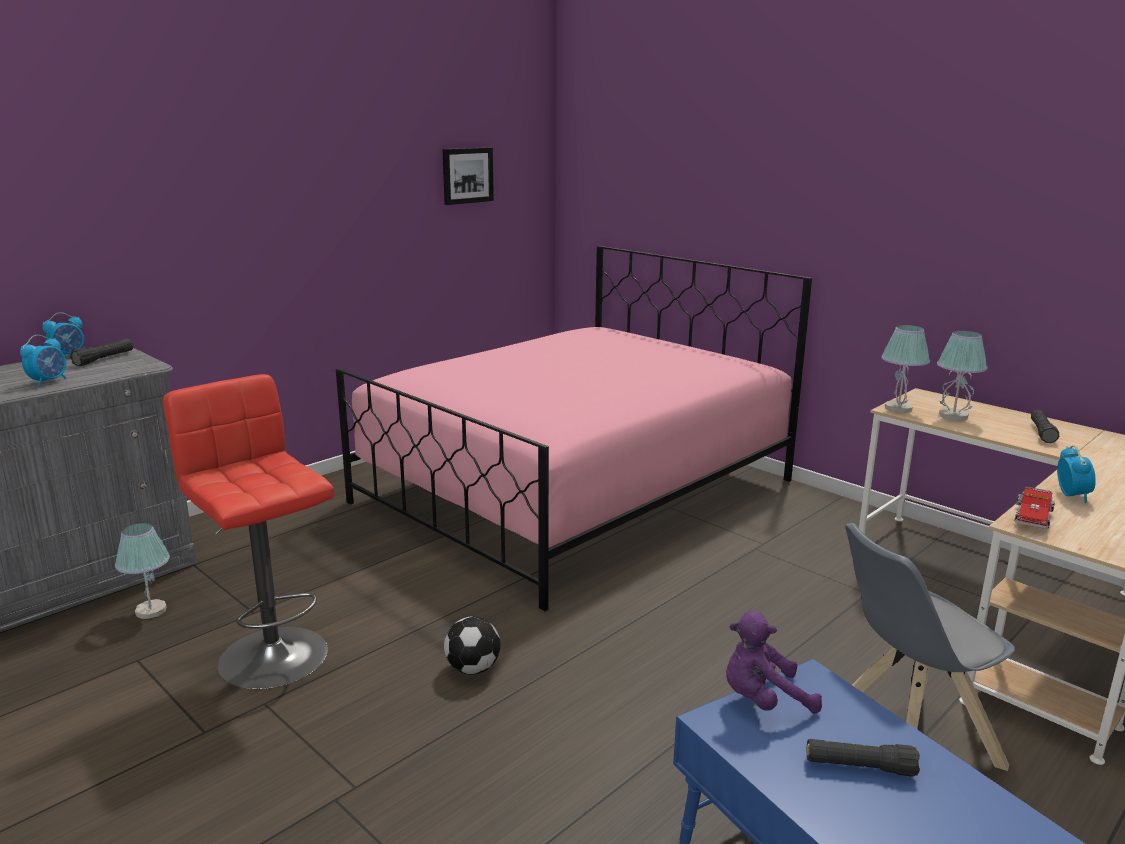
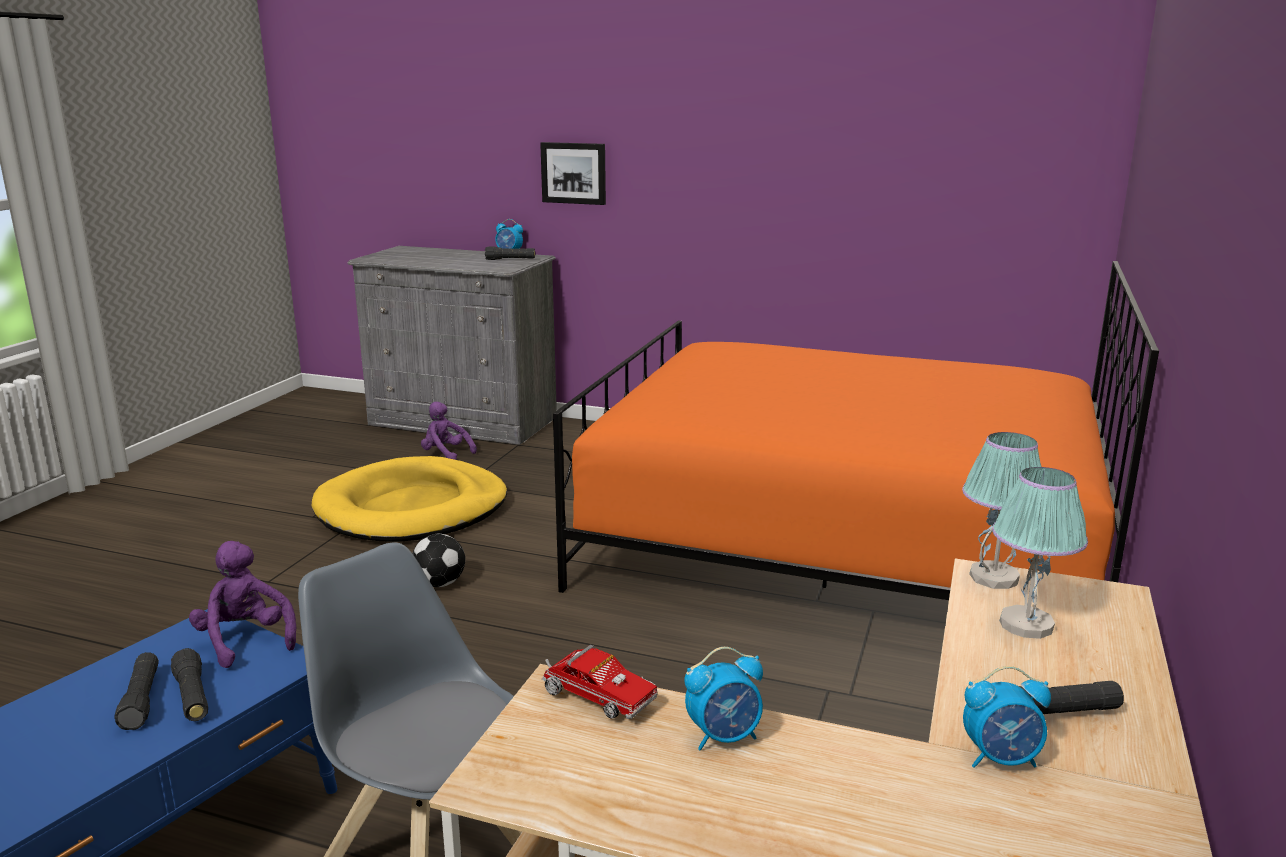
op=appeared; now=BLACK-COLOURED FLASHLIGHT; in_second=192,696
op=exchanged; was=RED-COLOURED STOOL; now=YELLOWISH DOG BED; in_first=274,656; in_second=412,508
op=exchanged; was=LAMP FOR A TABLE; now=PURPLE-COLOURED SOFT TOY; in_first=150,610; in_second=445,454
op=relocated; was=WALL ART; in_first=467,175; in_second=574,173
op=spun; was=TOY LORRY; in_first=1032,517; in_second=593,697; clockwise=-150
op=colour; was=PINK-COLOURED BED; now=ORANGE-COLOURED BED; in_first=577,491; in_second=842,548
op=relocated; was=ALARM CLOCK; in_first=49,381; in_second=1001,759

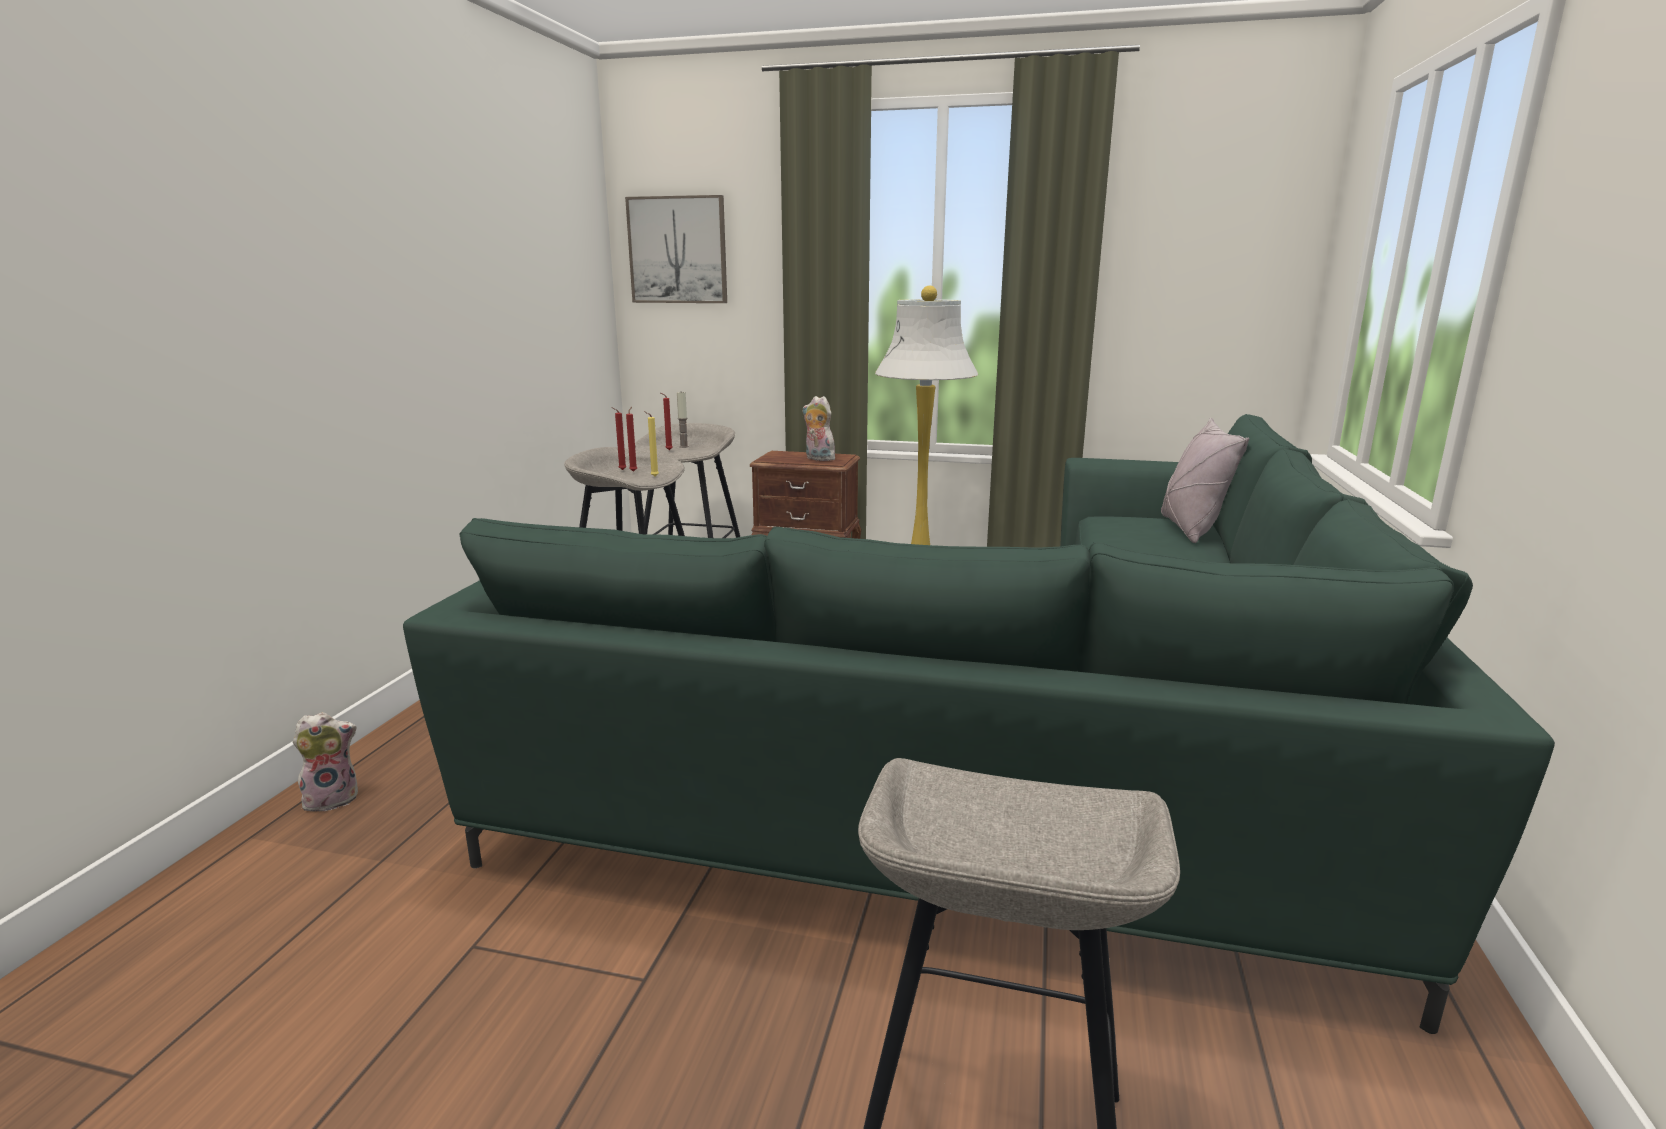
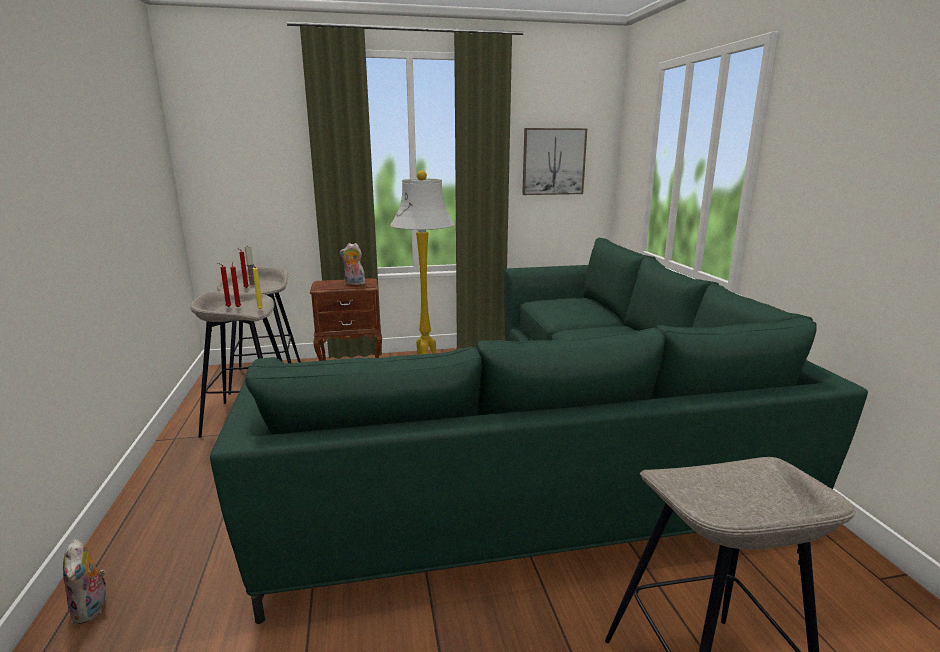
op=spun; was=SOFT TOY; in_first=333,799; in_second=92,609; clockwise=120
op=relocated; was=WALL ART; in_first=678,250; in_second=553,161
op=missing; was=PURPLE-COLOURED CUSHION; in_first=1191,529

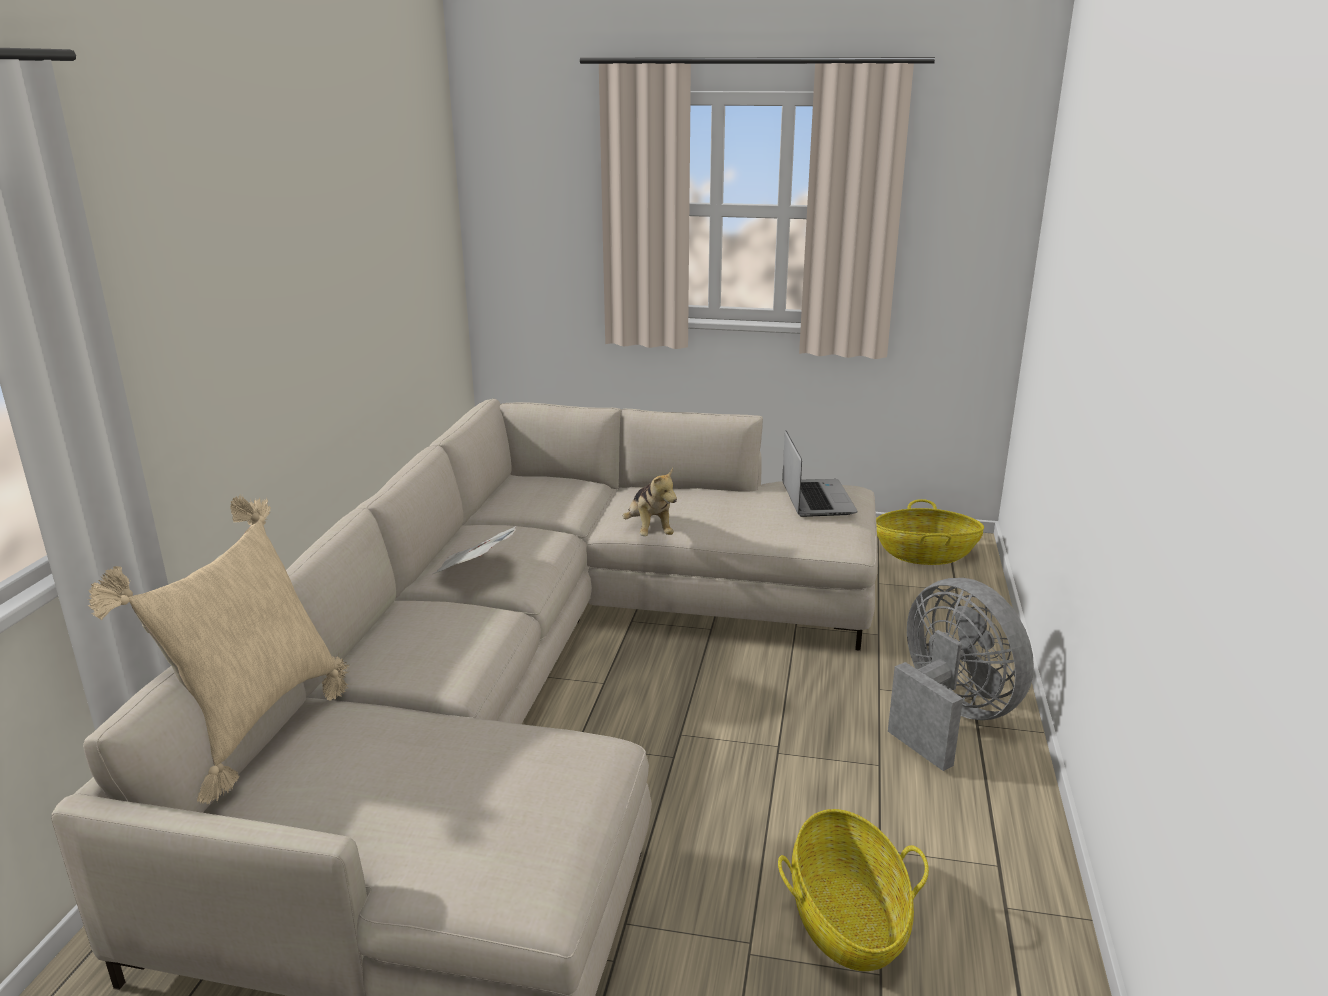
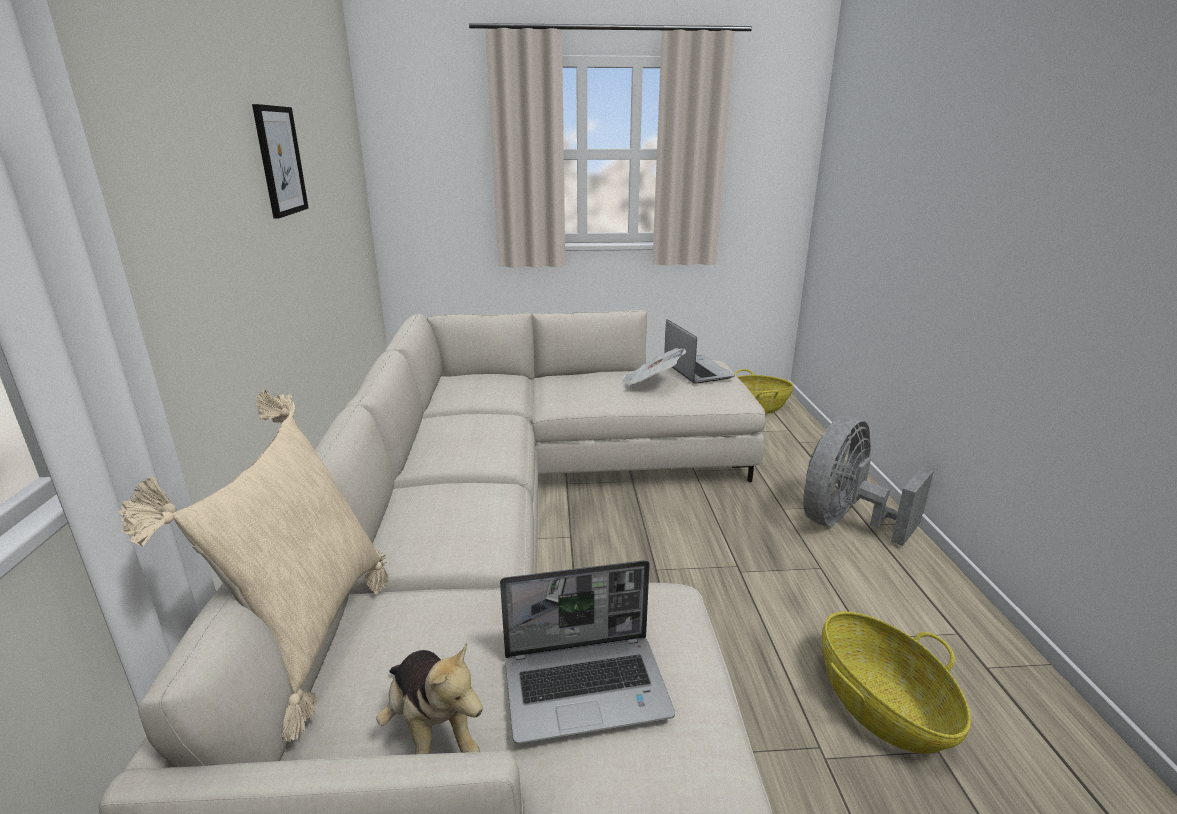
op=appeared; now=WALL ART; in_second=280,161
op=relocated; was=SOFT TOY; in_first=649,531; in_second=431,731
op=appeared; now=PORTABLE COMPUTER; in_second=587,687
op=relocated; was=DAILY PAPER; in_first=476,571; in_second=650,383
op=spun; was=GREY ELECTRIC FAN; in_first=949,717; in_second=845,522; clockwise=-90

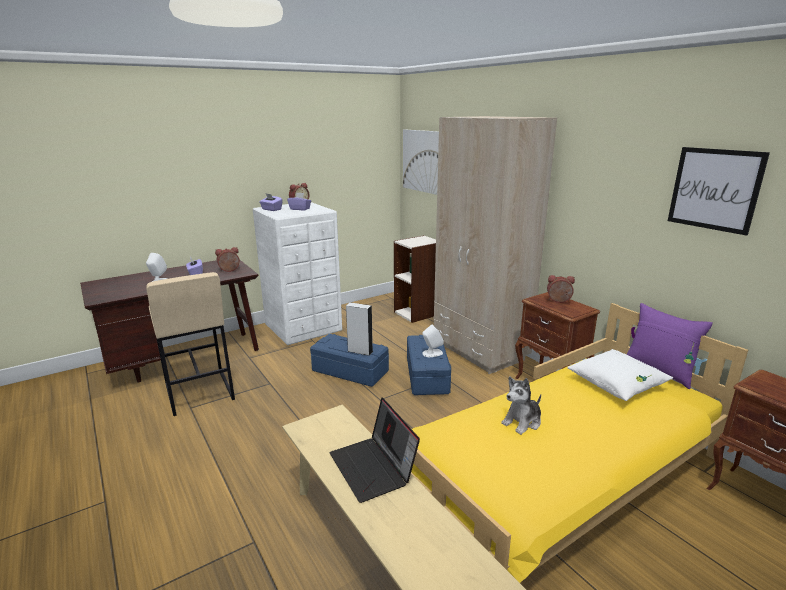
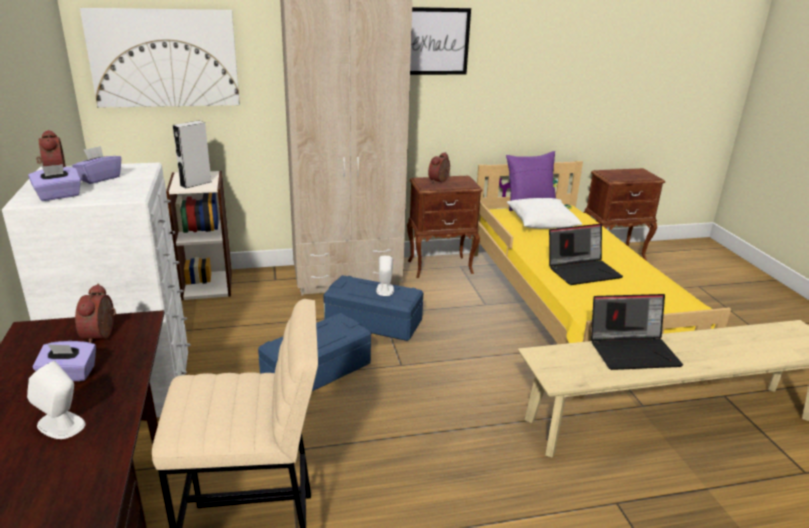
op=relocated; was=GREY AUDIO SPEAKER; in_first=360,351; in_second=196,183
op=relocated; was=WALL ART; in_first=714,189; in_second=437,41
op=exchanged; was=SOFT TOY; now=PORTABLE COMPUTER; in_first=522,422; in_second=583,271

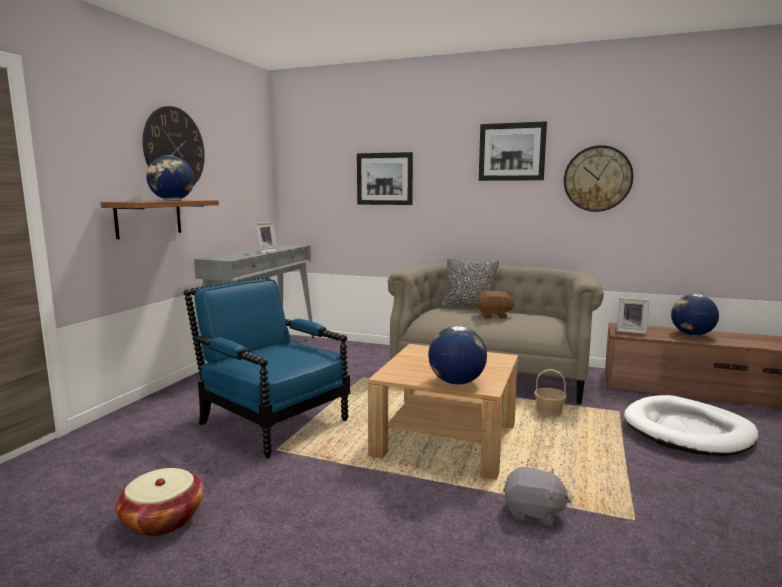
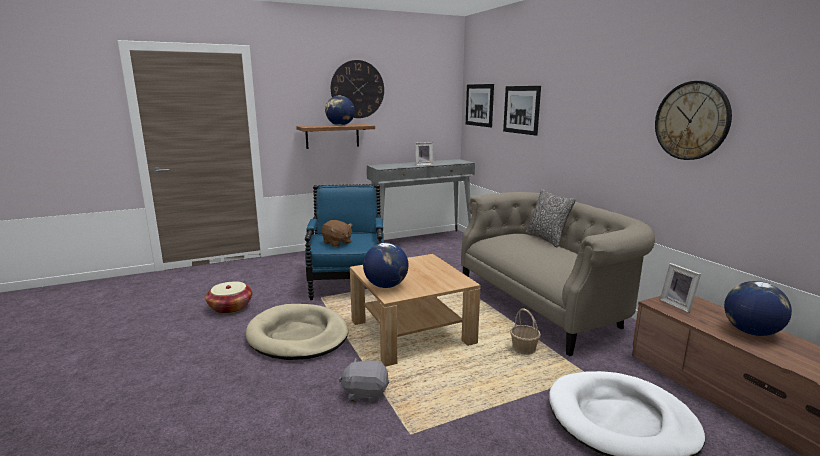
op=appeared; now=SAND-COLOURED DOG BED; in_second=298,336
op=relocated; was=BROWN-COLOURED SOFT TOY; in_first=493,316; in_second=337,243
op=spun; was=GREY SOFT TOY; in_first=533,512; in_second=365,393; clockwise=120
op=relocated; was=WALL ART; in_first=511,152; in_second=479,105

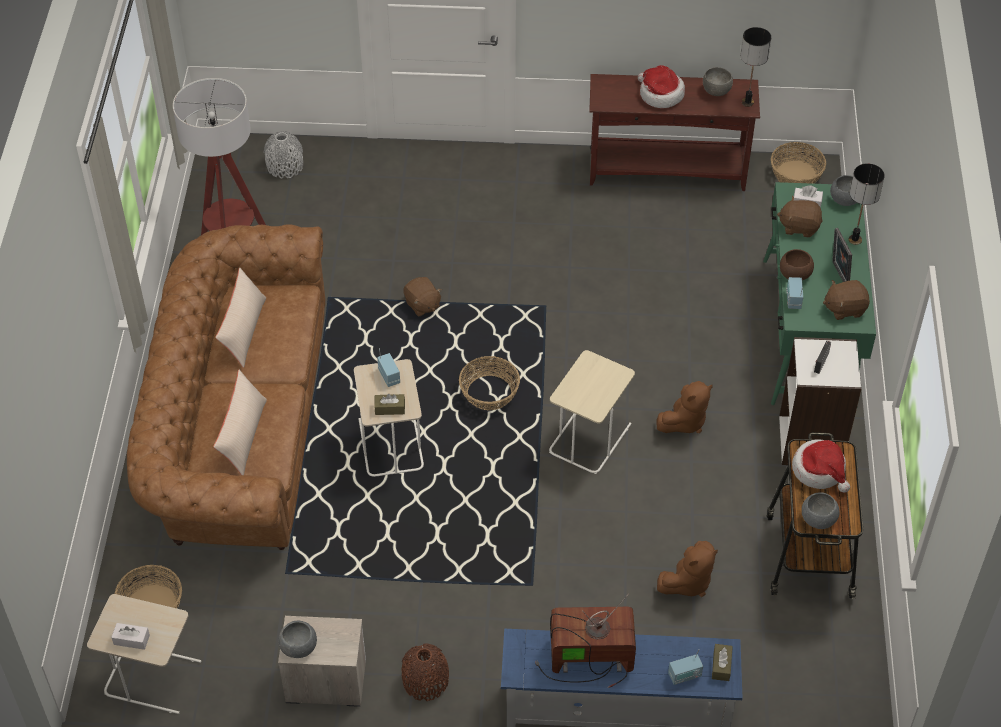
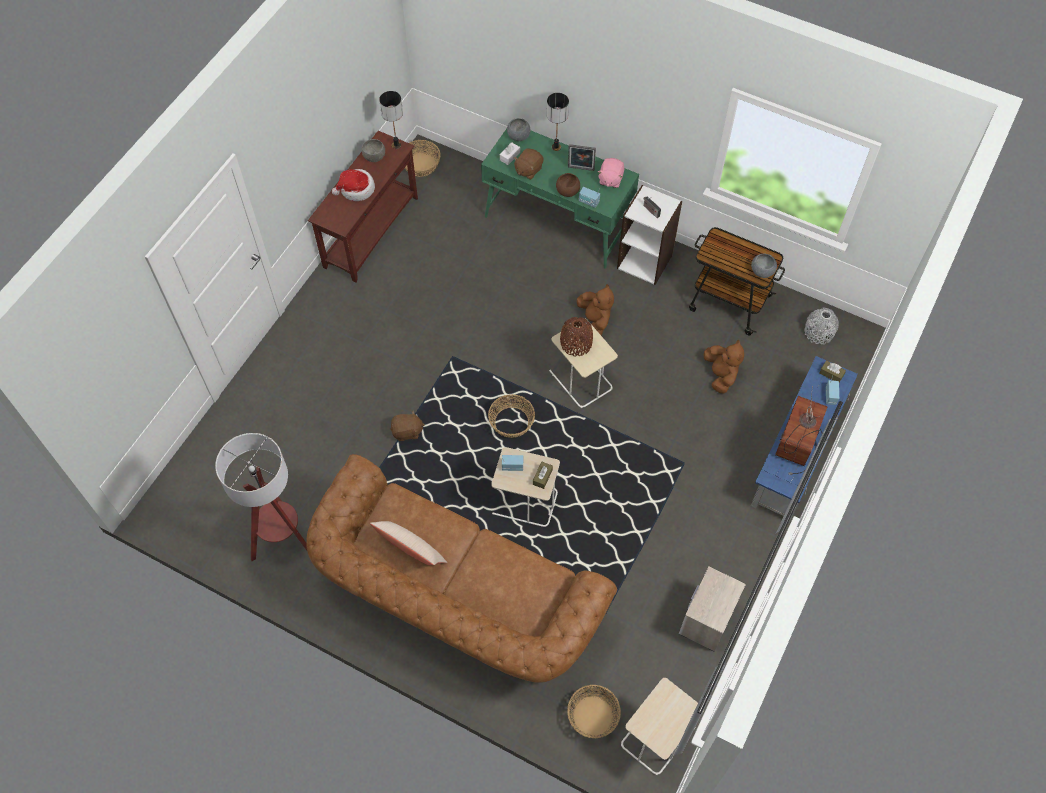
op=relocated; was=BROWN-COLOURED FLOWER VASE; in_first=425,681; in_second=576,343
op=colour; was=BROWN-COLOURED SOFT TOY; now=PINK-COLOURED SOFT TOY; in_first=844,308; in_second=610,179
op=relocated; was=GREY FLOWER VASE; in_first=285,166; in_second=818,332
op=missing; was=WHITISH TISSUE HOLDER; in_first=131,640
op=missing; was=SAND-COLOURED CUSHION; in_first=243,436
op=missing; was=GREY DEEP DISH; in_first=298,647
op=missing; was=HAT; in_first=819,471

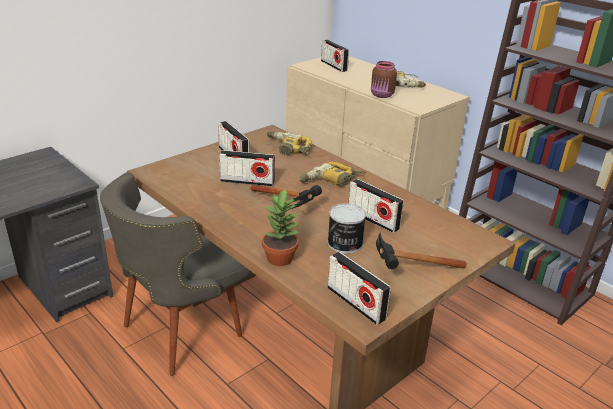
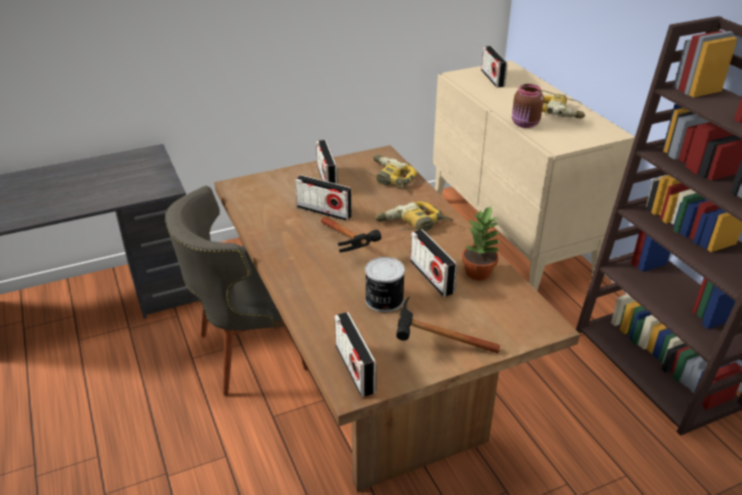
op=relocated; was=HOUSEPLANT; in_first=280,258; in_second=479,272

